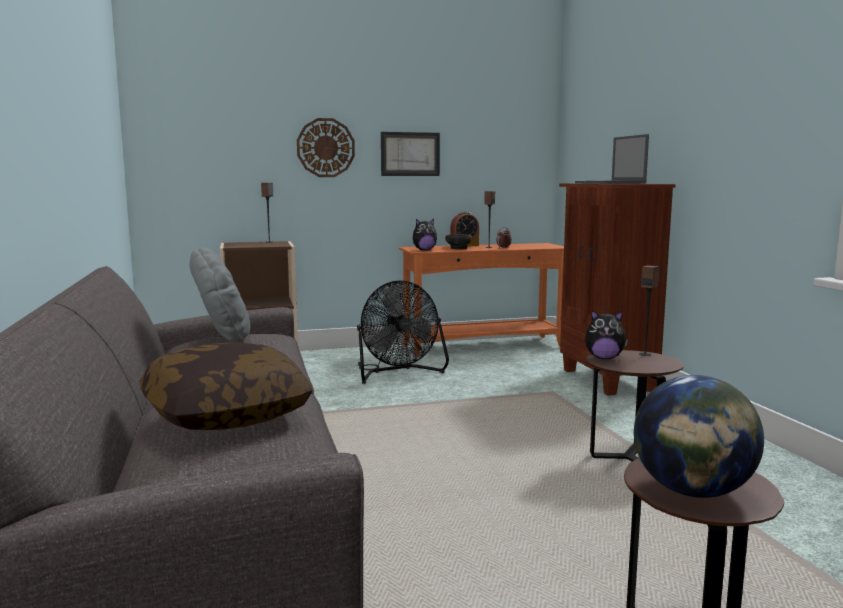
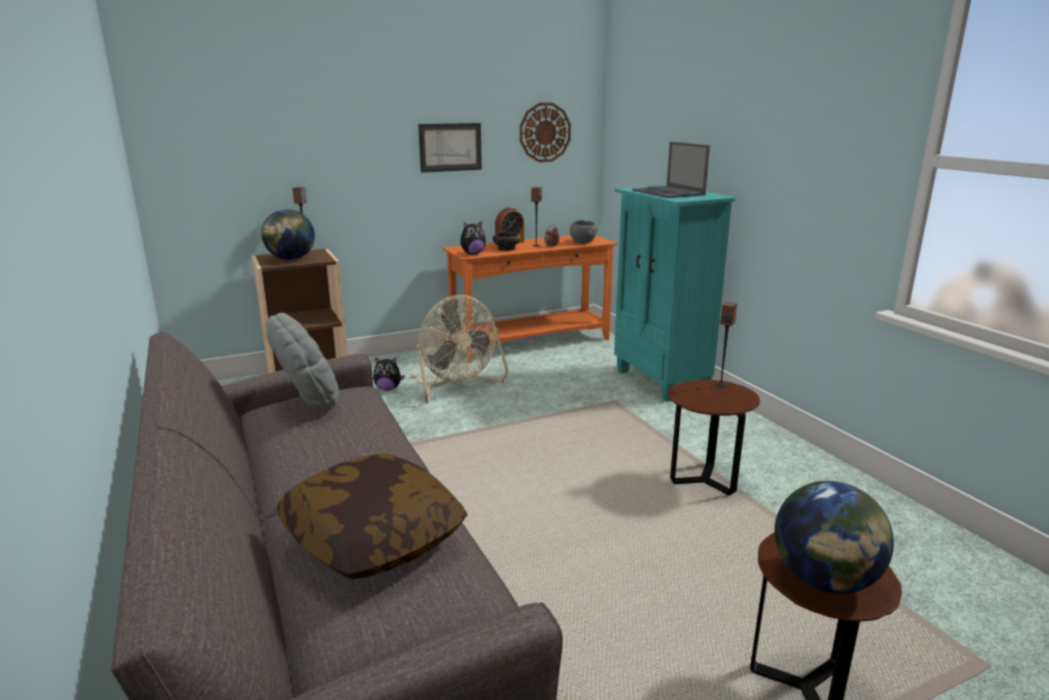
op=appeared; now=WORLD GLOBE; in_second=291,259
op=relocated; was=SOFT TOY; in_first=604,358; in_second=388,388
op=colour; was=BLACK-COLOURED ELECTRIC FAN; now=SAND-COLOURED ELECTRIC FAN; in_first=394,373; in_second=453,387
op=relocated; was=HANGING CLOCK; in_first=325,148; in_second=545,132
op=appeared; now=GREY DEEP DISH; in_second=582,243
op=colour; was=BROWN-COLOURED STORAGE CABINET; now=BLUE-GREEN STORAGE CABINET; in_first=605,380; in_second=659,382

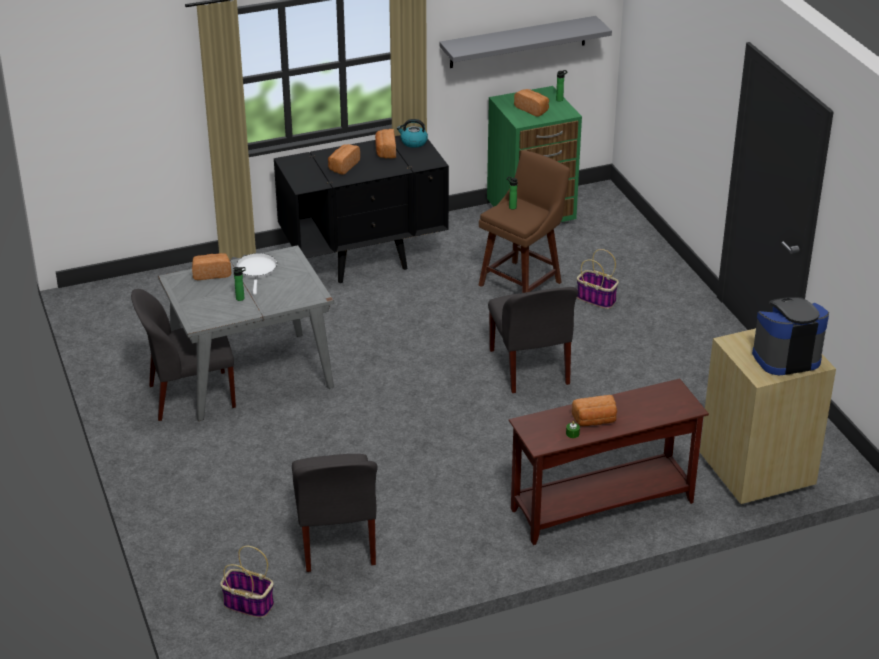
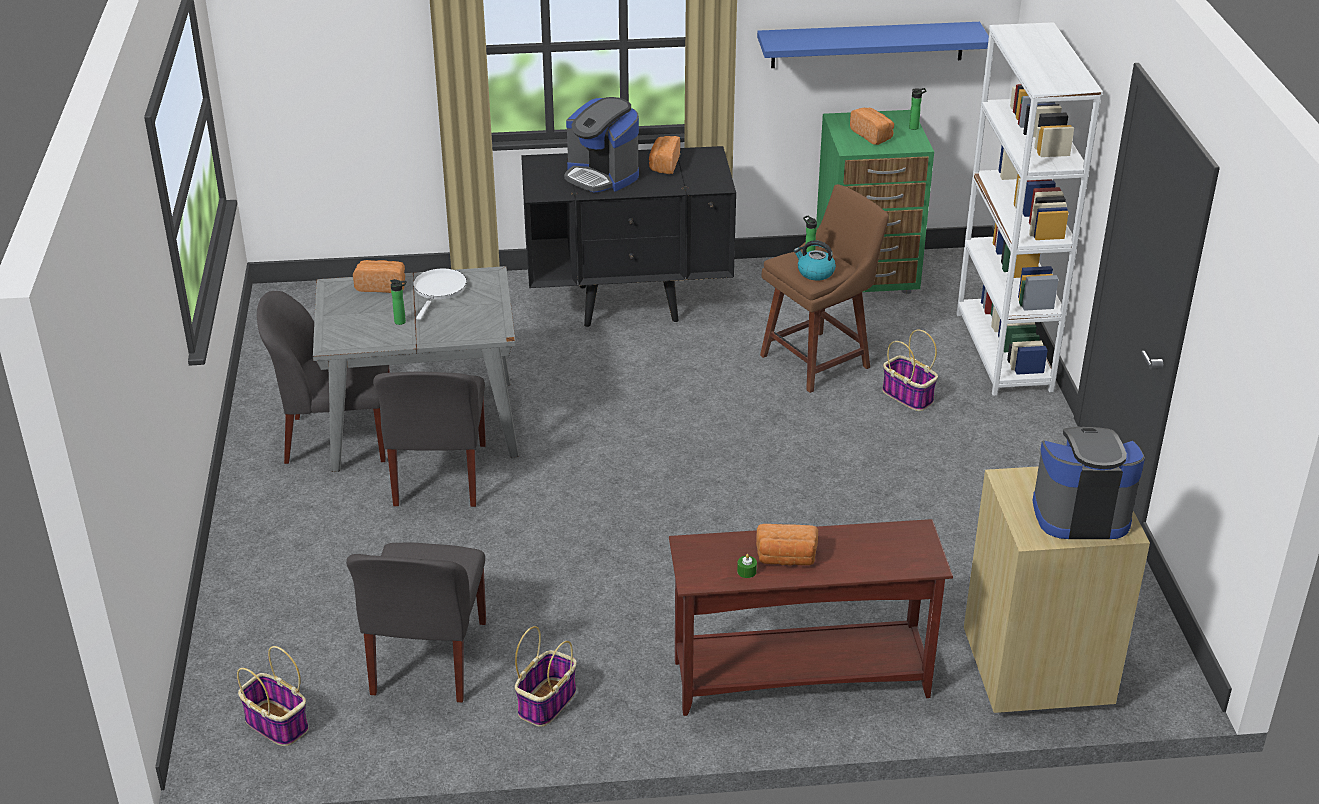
op=relocated; was=GREY CHAIR; in_first=530,368; in_second=439,477
op=appeared; now=HOUSEHOLD BASKET; in_second=547,702
op=exchanged; was=BAKERY BREAD; now=COFFEE MAKER; in_first=343,166; in_second=602,176
op=colour; was=GREY BRACKET SHELF; now=BLUE-COLOURED BRACKET SHELF; in_first=518,42; in_second=867,44
op=relocated; was=KETTLE; in_first=413,142; in_second=815,272
op=appeared; now=WHITISH BOOKSHELF; in_second=1003,352

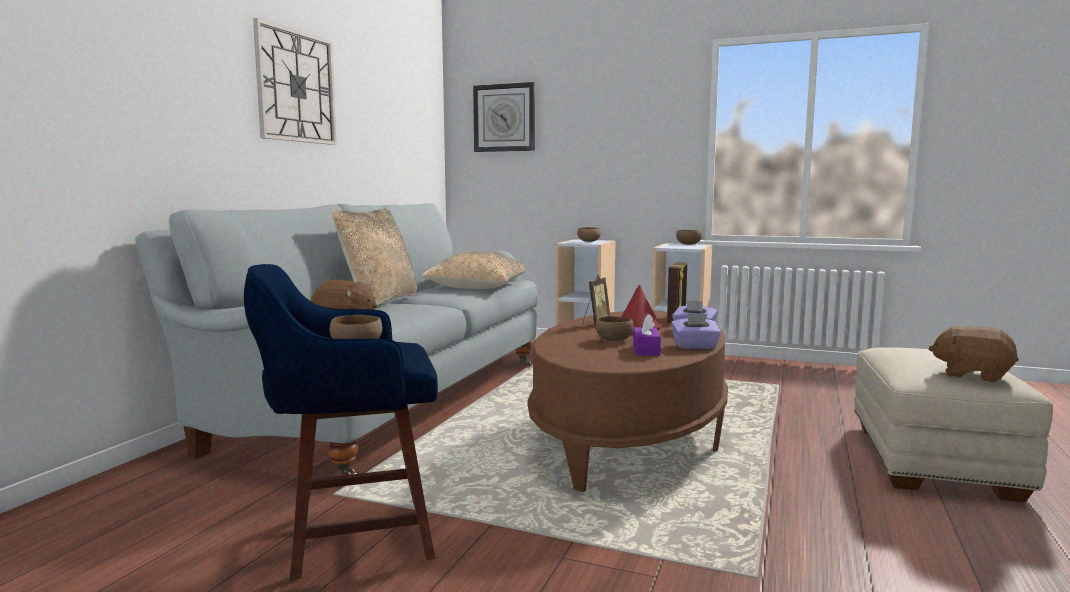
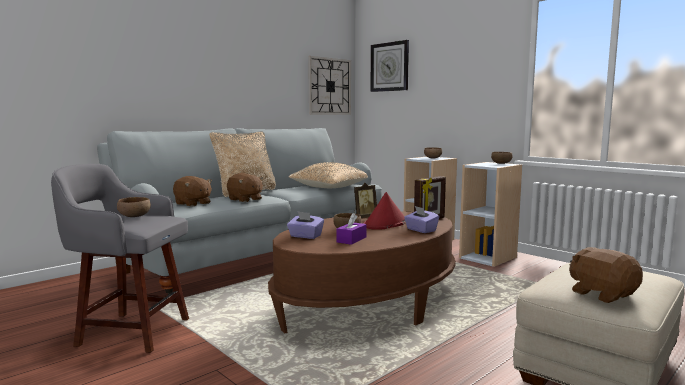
op=colour; was=BLUE-COLOURED STOOL; now=GREY STOOL; in_first=353,537; in_second=130,331
op=appeared; now=BROWN-COLOURED SOFT TOY; in_second=245,199
op=relocated; was=PURPLE-COLOURED TISSUE HOLDER; in_first=695,346; in_second=305,236
op=relocated; was=HANGING CLOCK; in_first=296,87; in_second=329,86

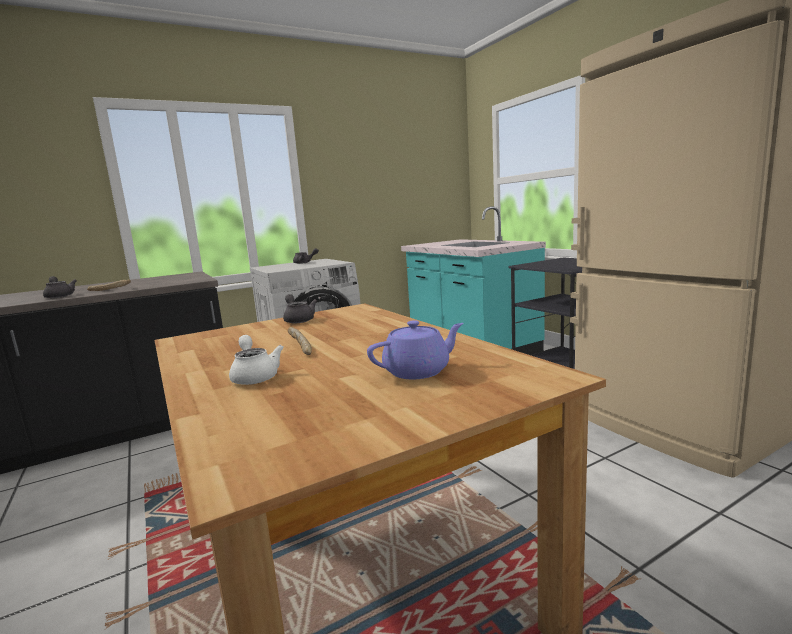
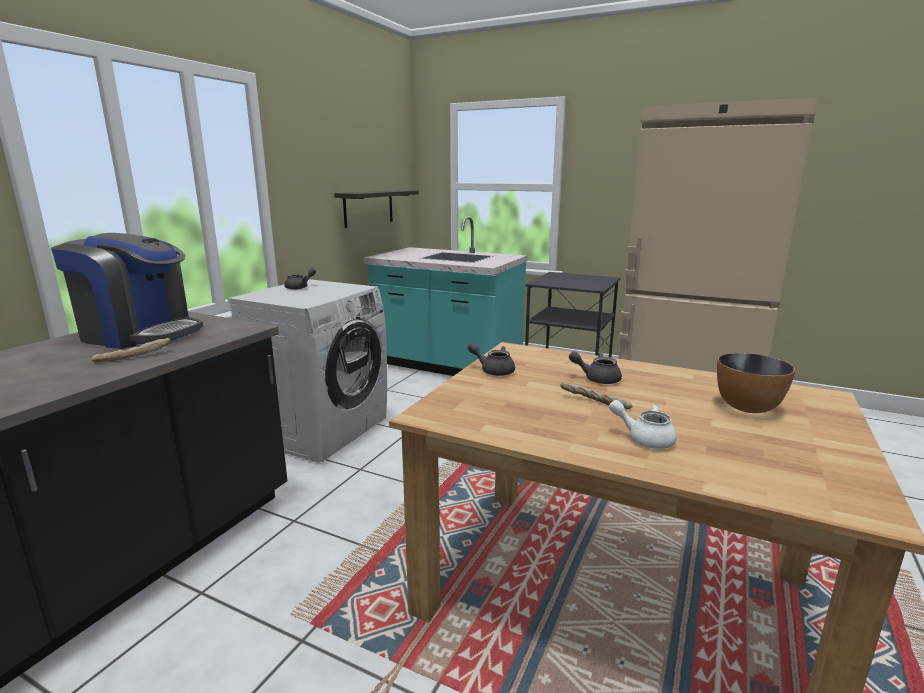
op=appeared; now=COFFEE MAKER; in_second=140,334
op=appeared; now=BRACKET SHELF; in_second=368,208
op=relocated; was=GREY TEA POT; in_first=59,296; in_second=597,379
op=exchanged; was=PURPLE-COLOURED TEA POT; now=DEEP DISH; in_first=418,371; in_second=746,407

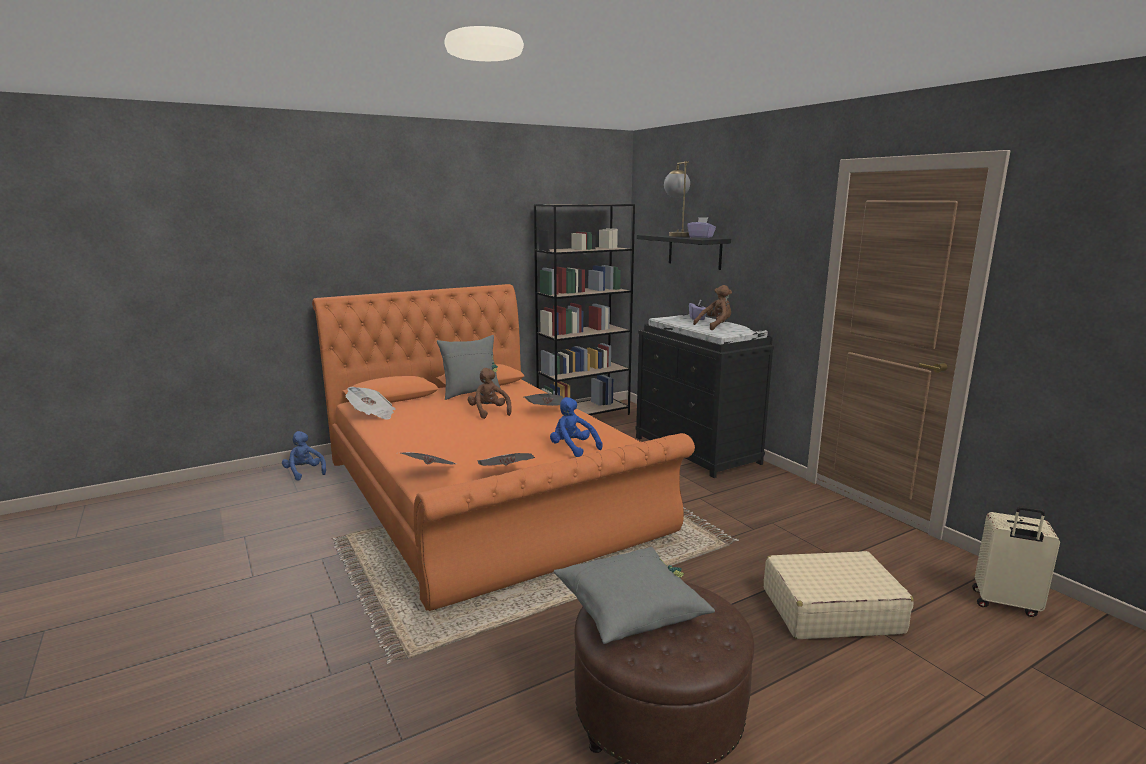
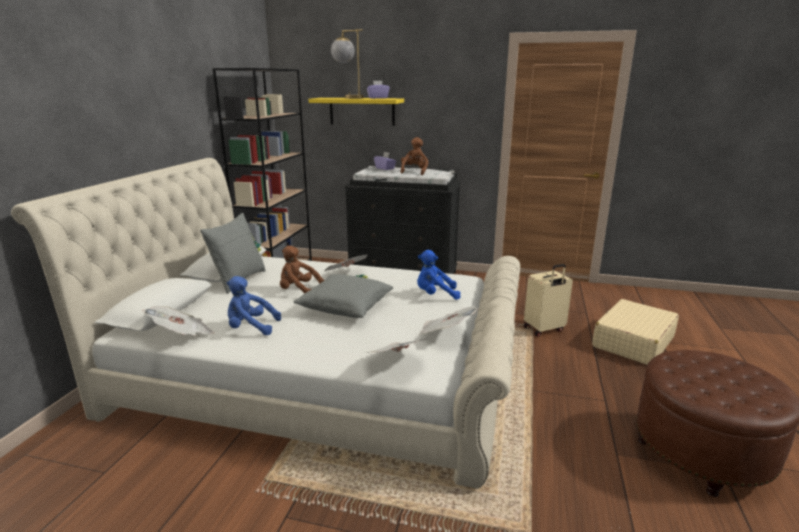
op=colour; was=ORANGE-COLOURED BED; now=SAND-COLOURED BED; in_first=484,493; in_second=319,371
op=relocated; was=BLUE-COLOURED SOFT TOY; in_first=304,472; in_second=251,328
op=relocated; was=GREY CUSHION; in_first=630,611; in_second=345,308
op=colour; was=BLACK-COLOURED BRACKET SHELF; now=YELLOWISH BRACKET SHELF; in_first=694,251; in_second=362,111
op=relocated; was=SAND-COLOURED PIECE OF LUGGAGE; in_first=1005,604; in_second=544,329

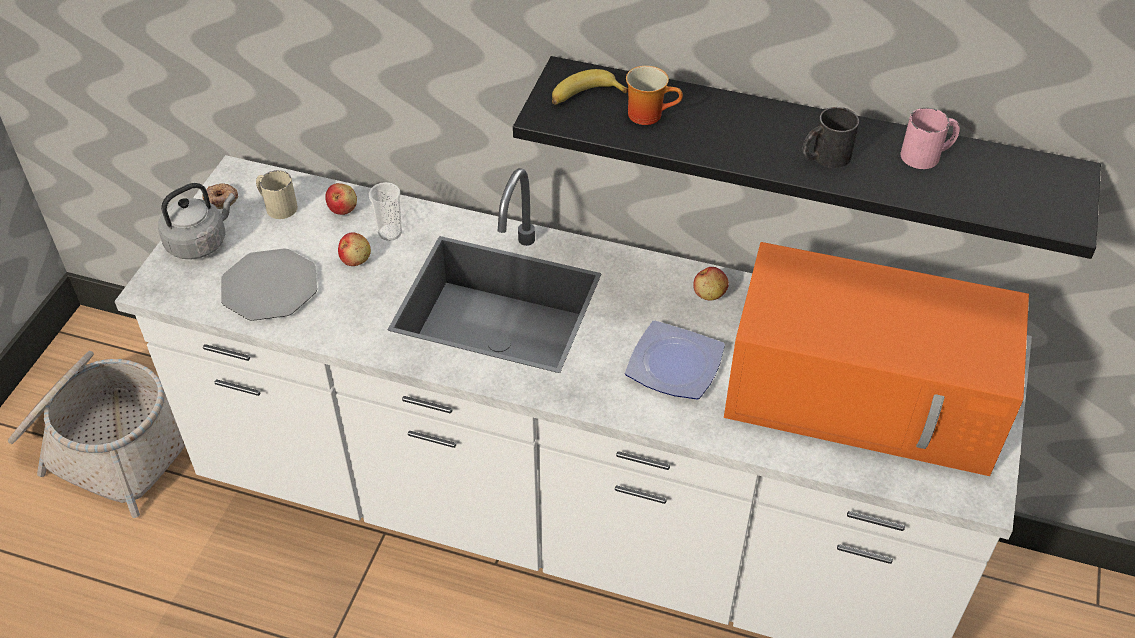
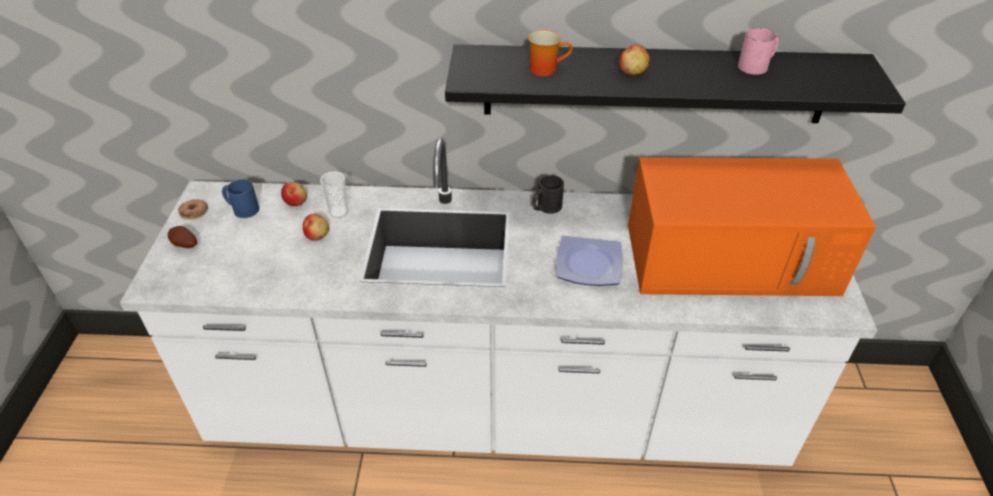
op=exchanged; was=GREY KETTLE; now=SPUD; in_first=200,242; in_second=184,245
op=colour; was=SAND-COLOURED MUG; now=BLUE-COLOURED MUG; in_first=276,205; in_second=242,208
op=relocated; was=BLACK-COLOURED MUG; in_first=824,157; in_second=545,207
op=relocated; was=APPLE FRUIT; in_first=709,294; in_second=633,72
op=missing; was=HOUSEHOLD BASKET; in_first=108,443
op=missing; was=DINNER PLATE; in_first=269,286
op=missing; was=BANANA FRUIT; in_first=585,96

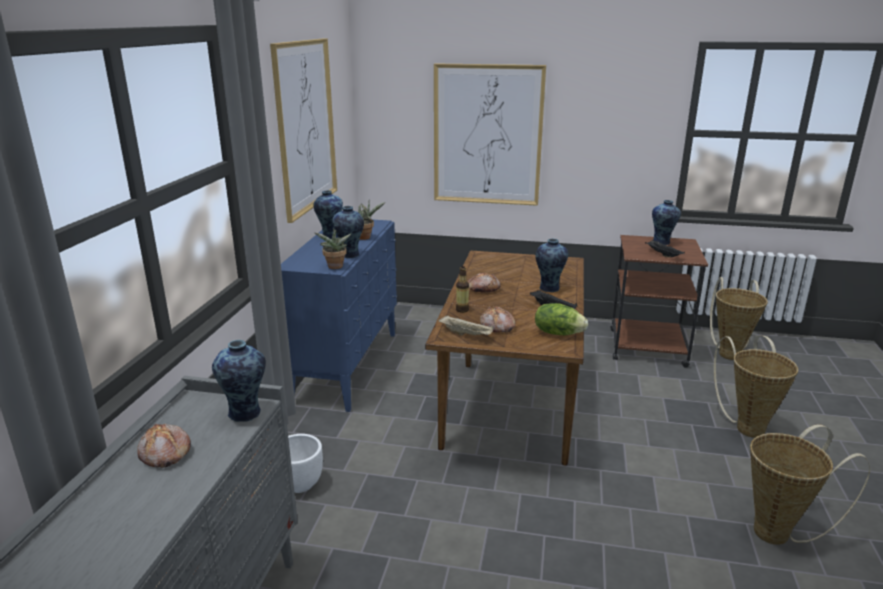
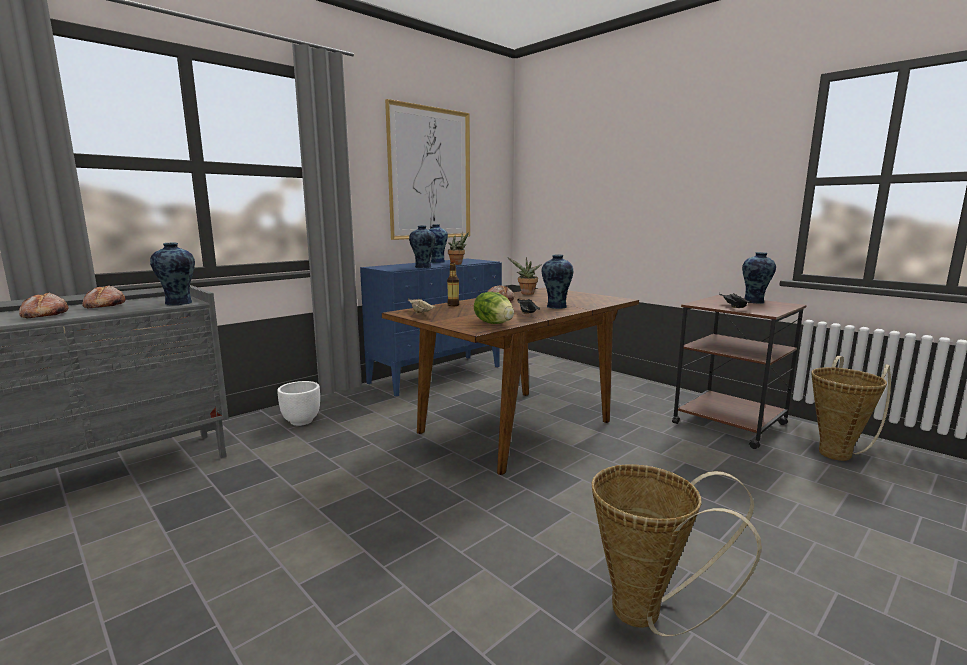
op=relocated; was=BAKERY BREAD; in_first=497,326; in_second=44,315
op=relocated; was=HOUSEPLANT; in_first=335,267; in_second=526,294
op=missing; was=WALL ART; in_first=487,135
op=missing; was=HOUSEHOLD BASKET; in_first=747,426

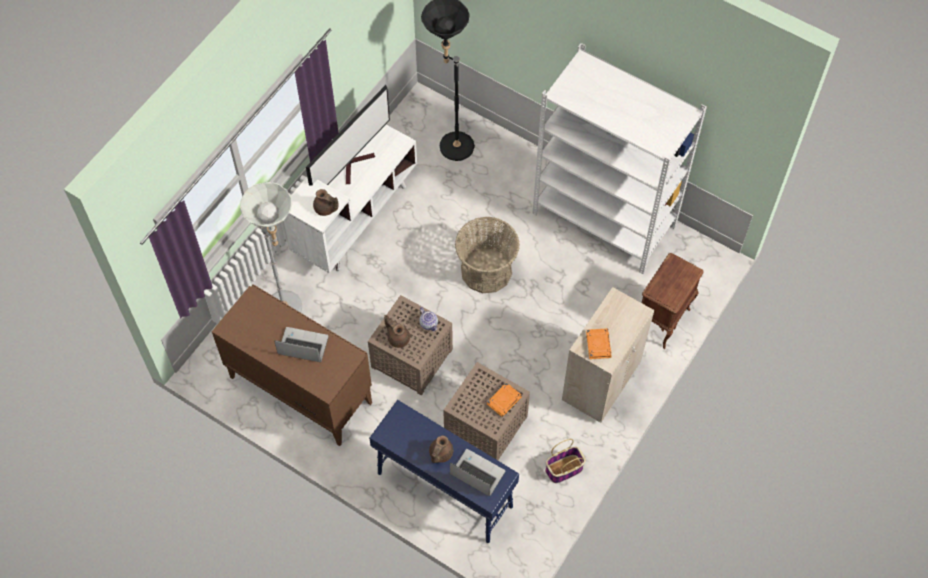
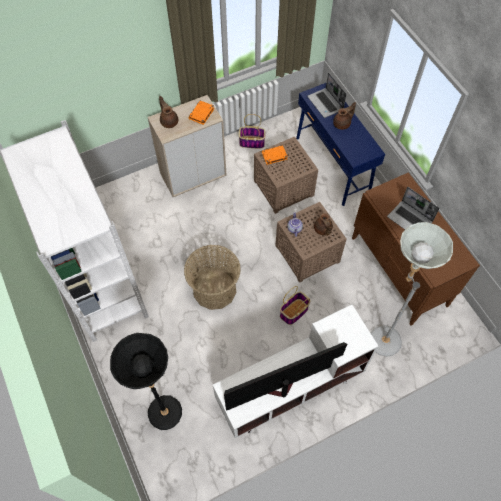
op=relocated; was=BROWN-COLOURED TEA POT; in_first=326,209; in_second=169,121
op=appeared; now=HOUSEHOLD BASKET; in_second=294,312
op=missing; was=BROWN-COLOURED BEDSIDE TABLE; in_first=662,321

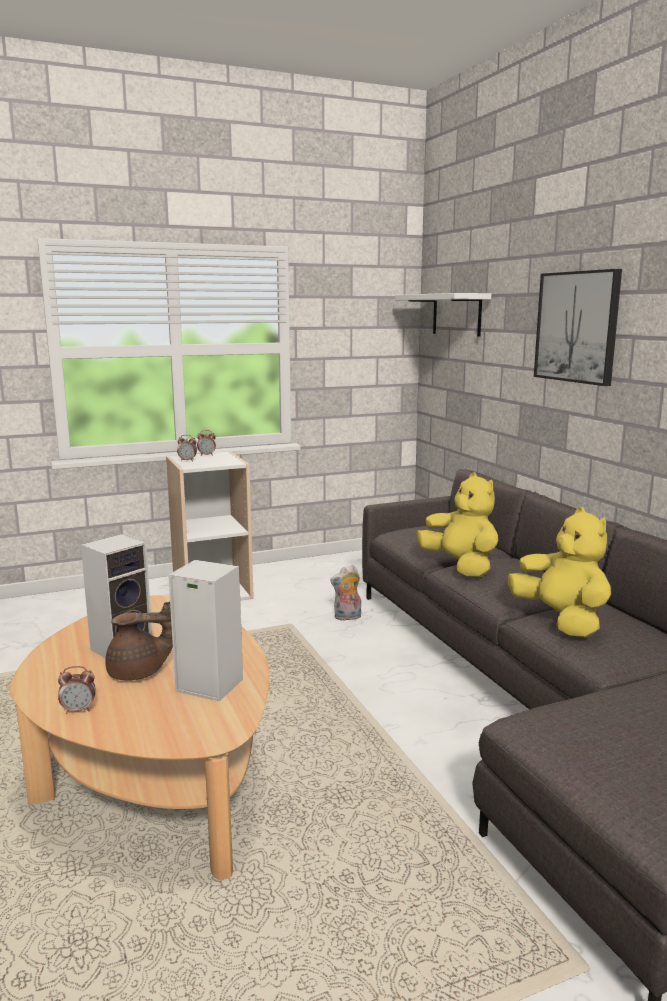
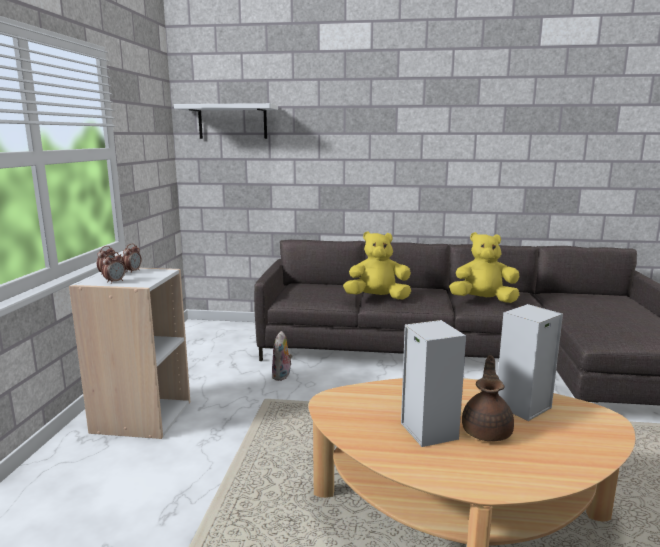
op=relocated; was=ALARM CLOCK; in_first=79,710; in_second=133,271
op=missing; was=WALL ART; in_first=577,327

